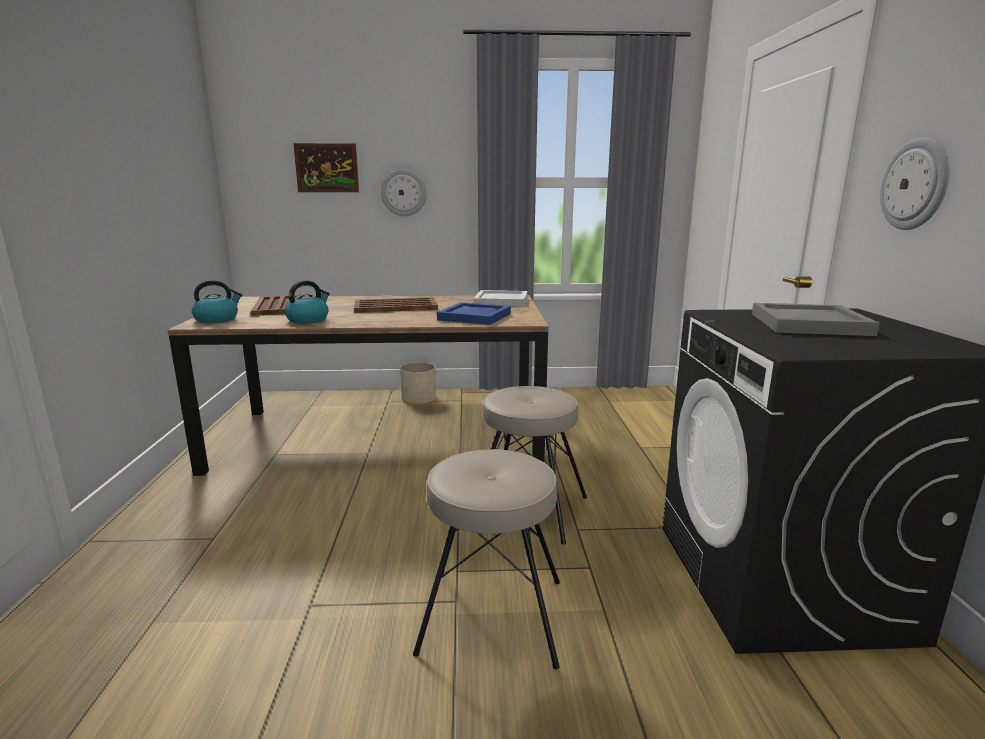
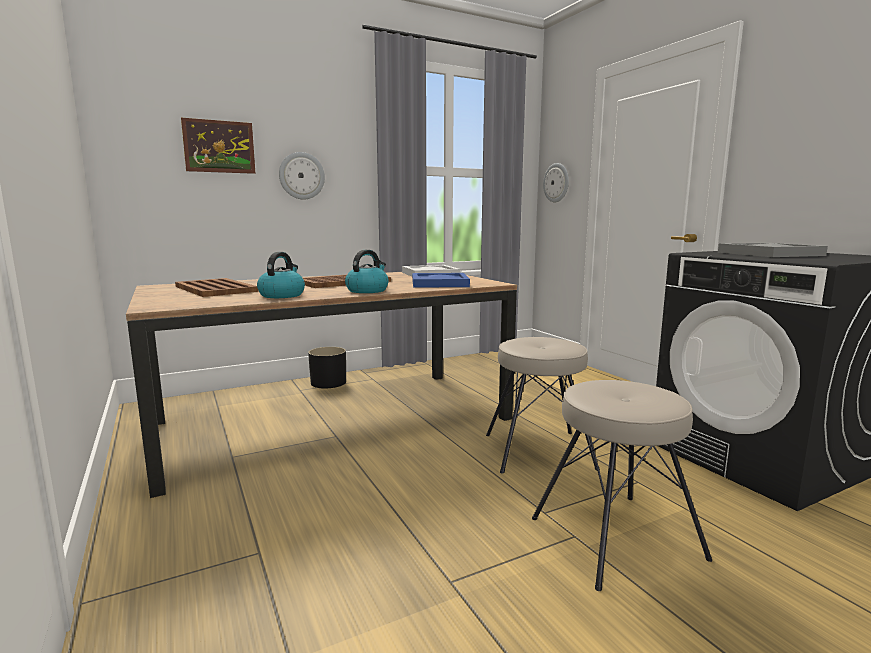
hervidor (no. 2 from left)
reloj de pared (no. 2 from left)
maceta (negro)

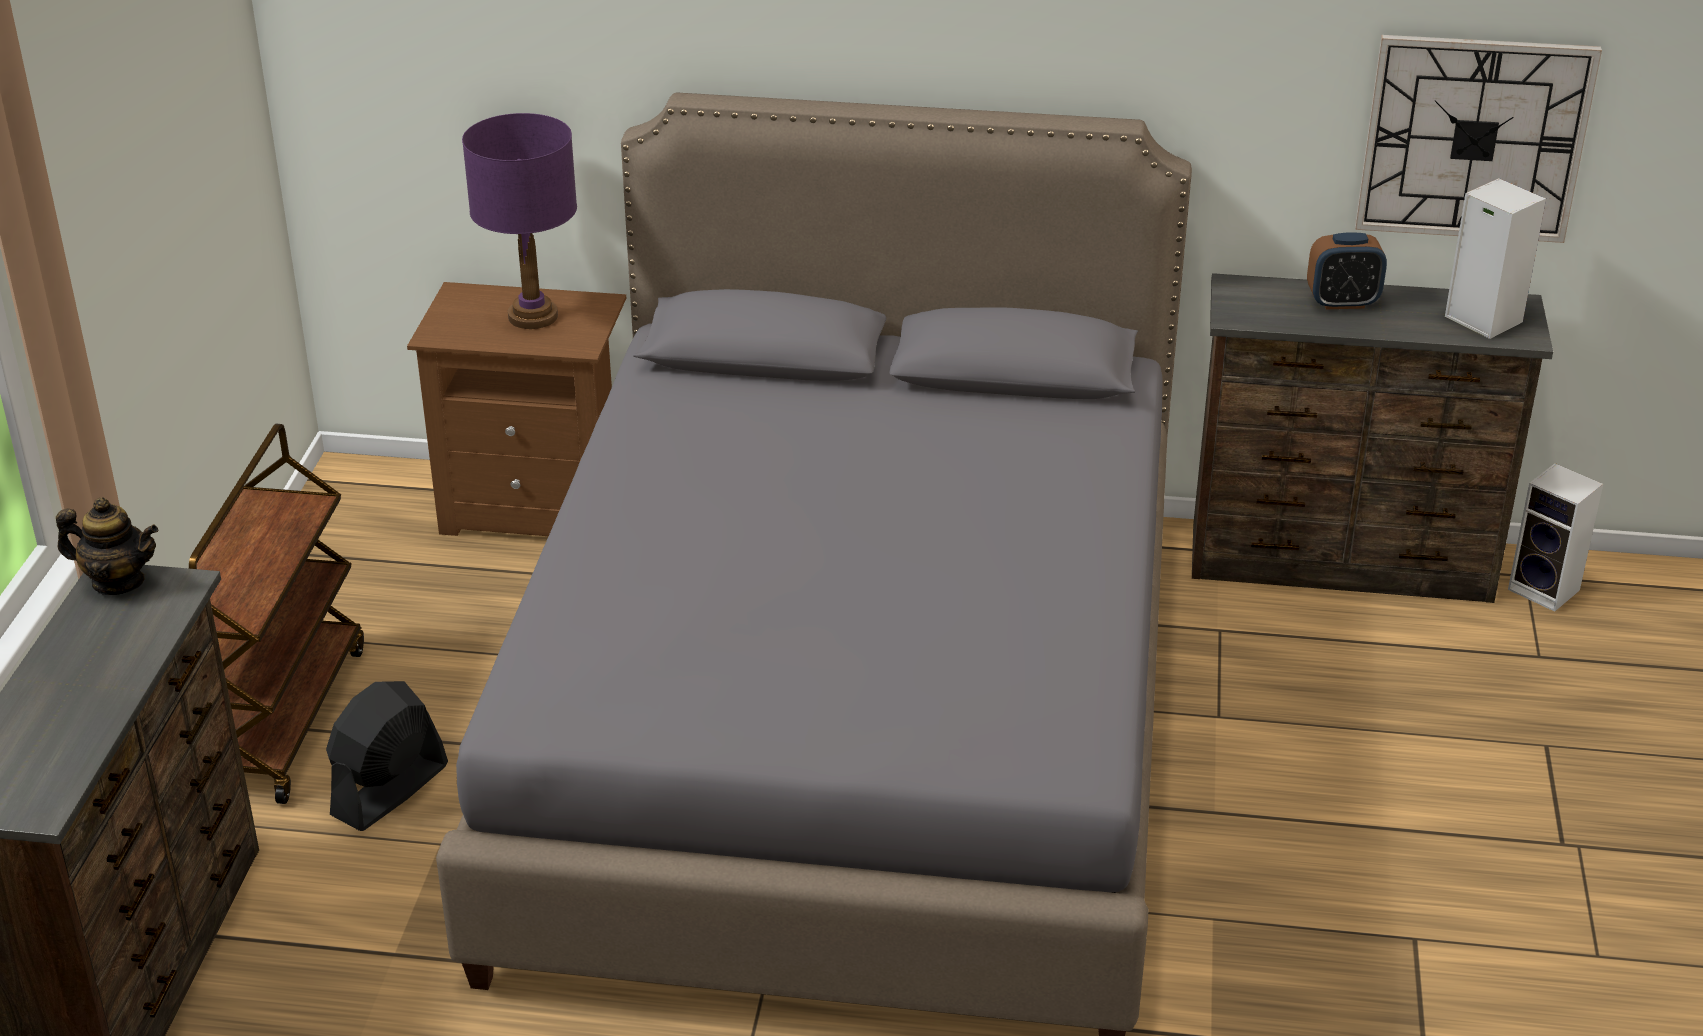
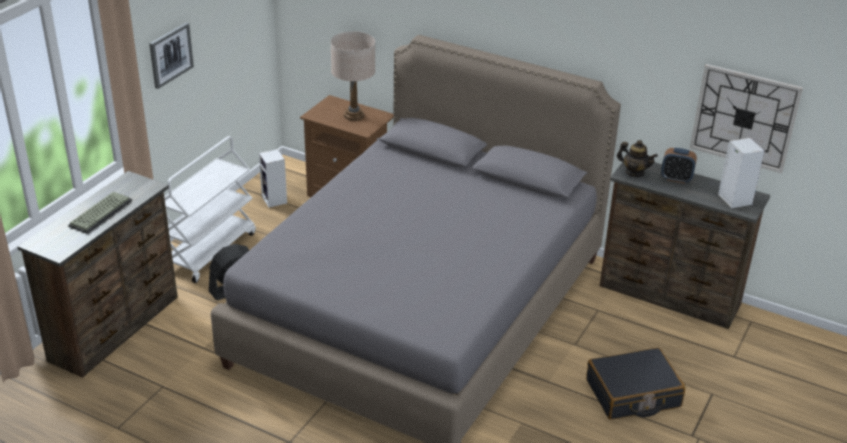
teclado
cuadro
maleta (negro)
tetera
altavoz (no. 1 from left)
carrito (blanco)
lámpara de mesa (beis)

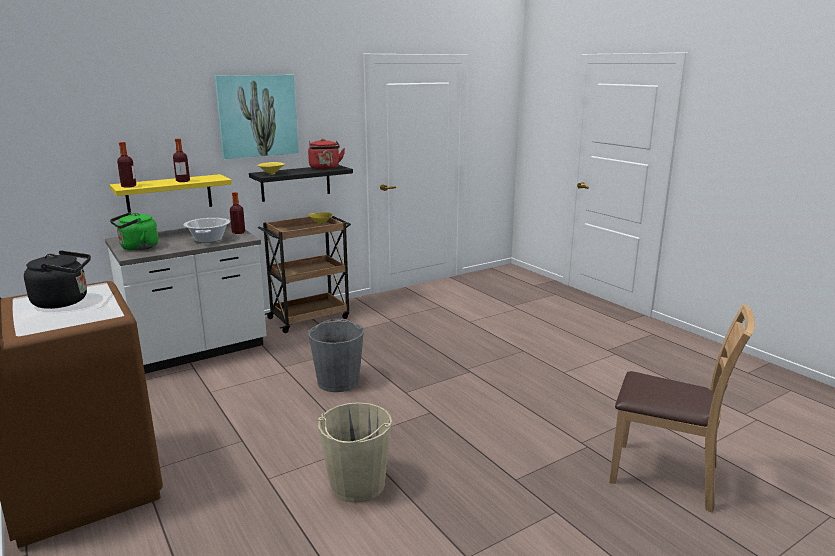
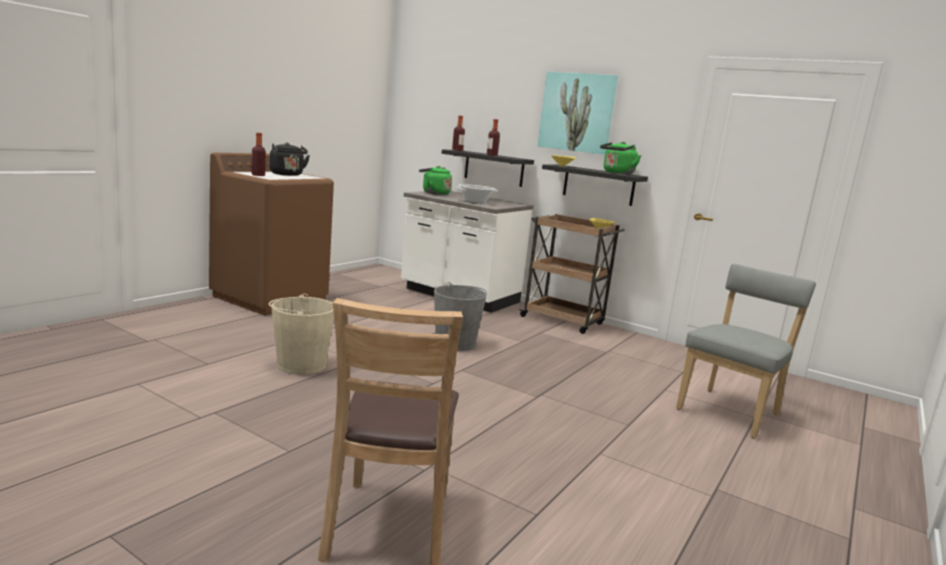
silla (gris)
botella (no. 1 from left)
estante (negro) (no. 1 from left)
hervidor (verde) (no. 2 from left)

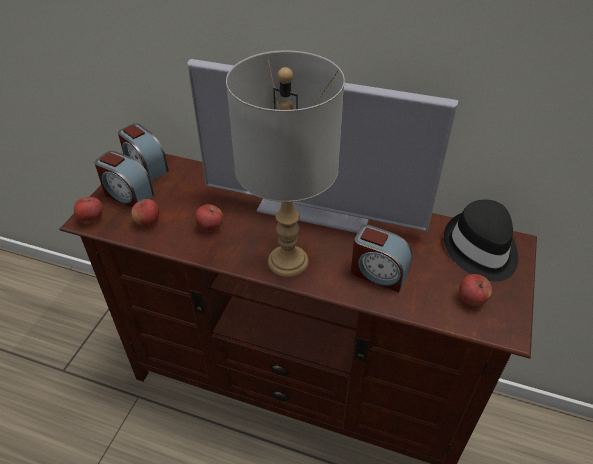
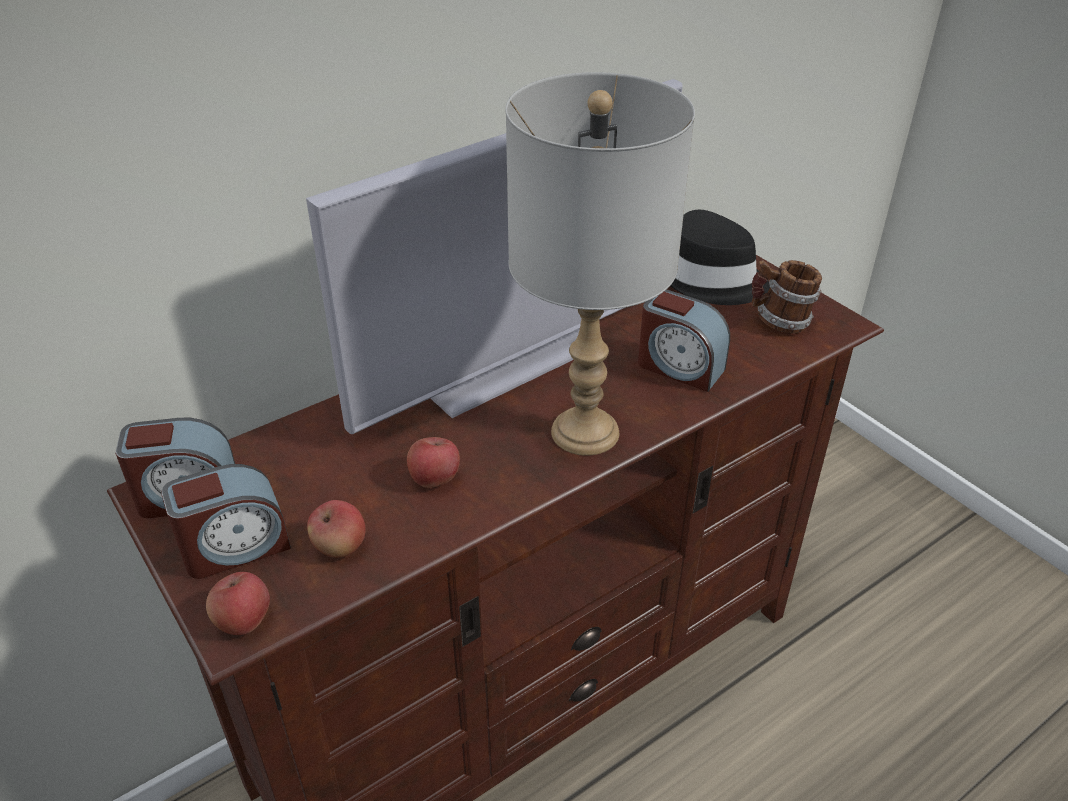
taza grande
despertador (no. 3 from left)

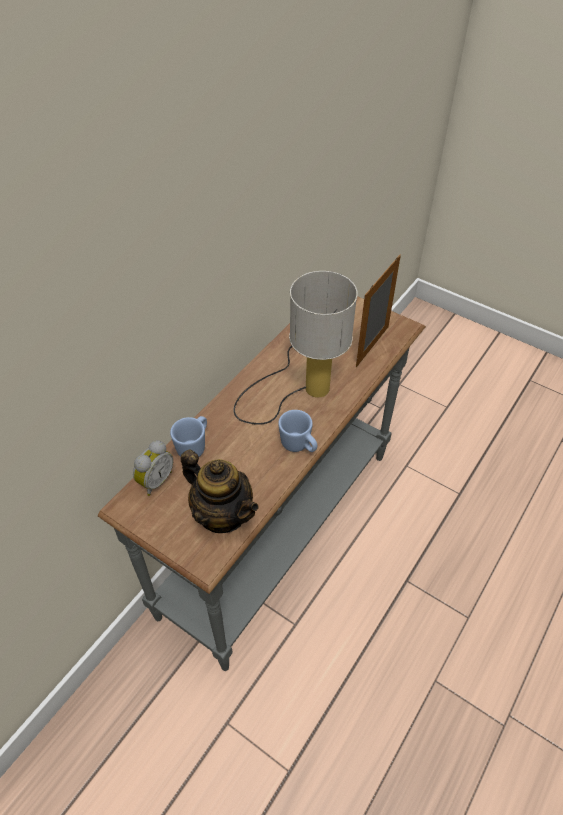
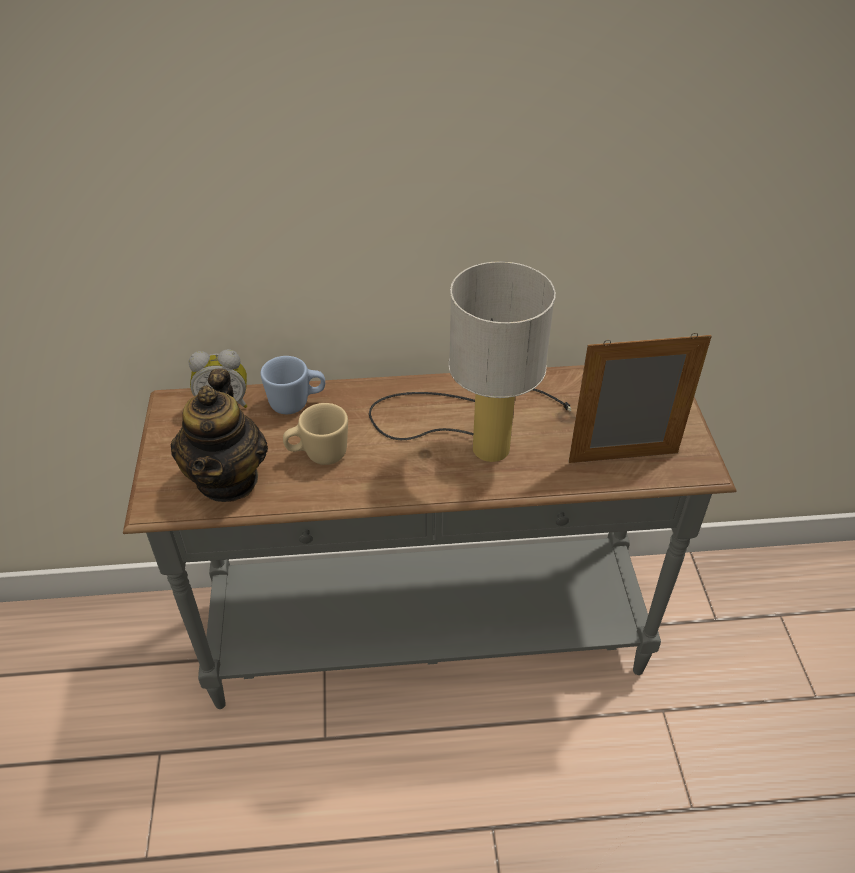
taza grande (azul) (no. 2 from left in the first image)
taza grande (beis)

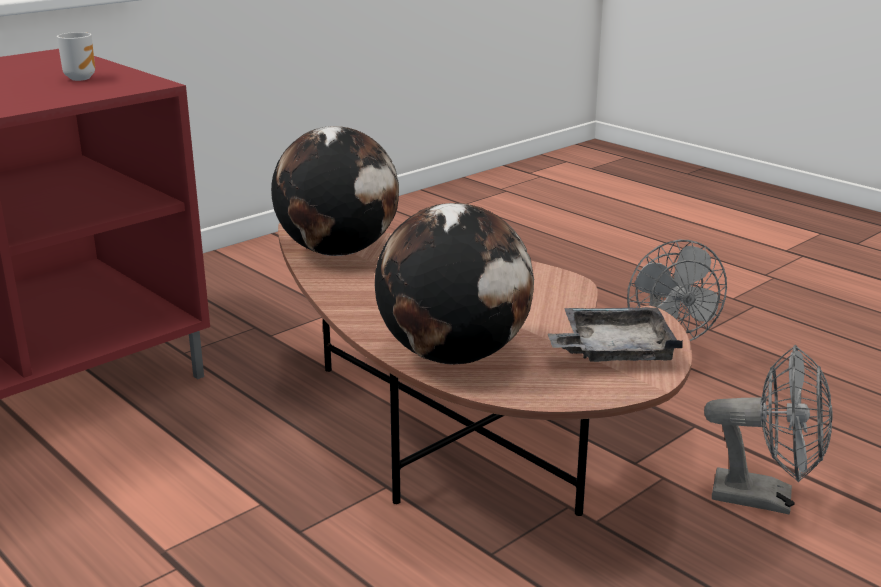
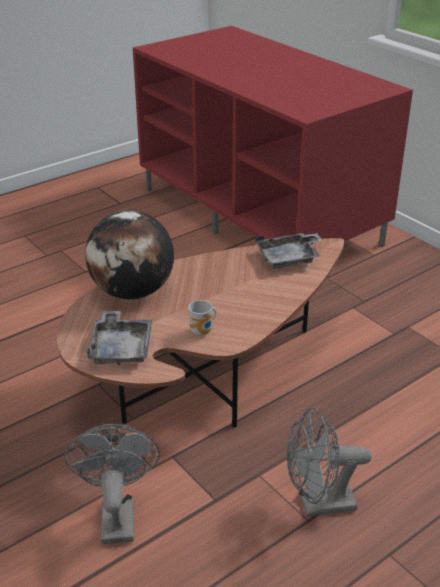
taza grande
bandeja (gris) (no. 2 from left)
ventilador (gris) (no. 1 from left)

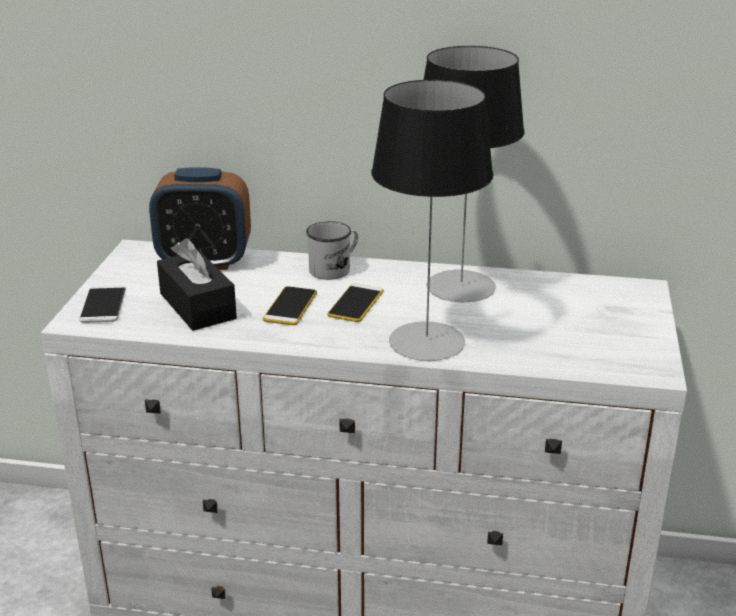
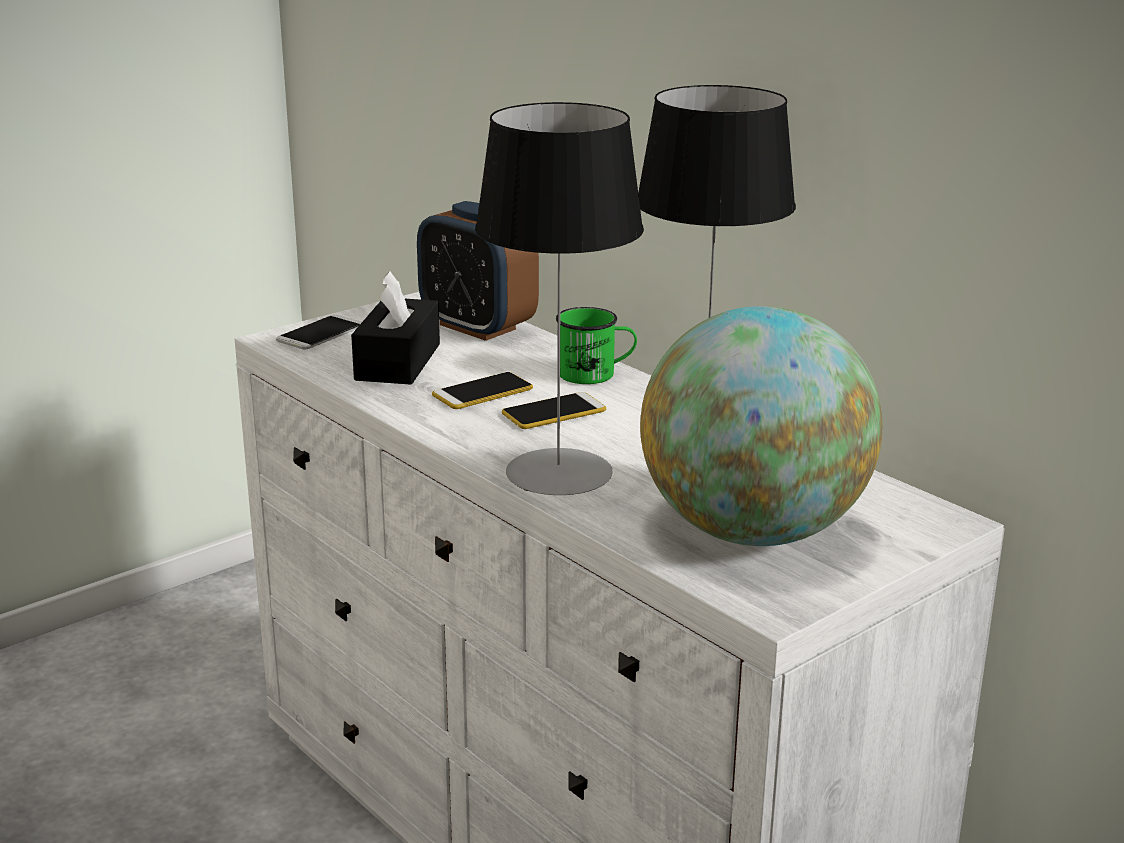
globo terráqueo
taza grande (verde)

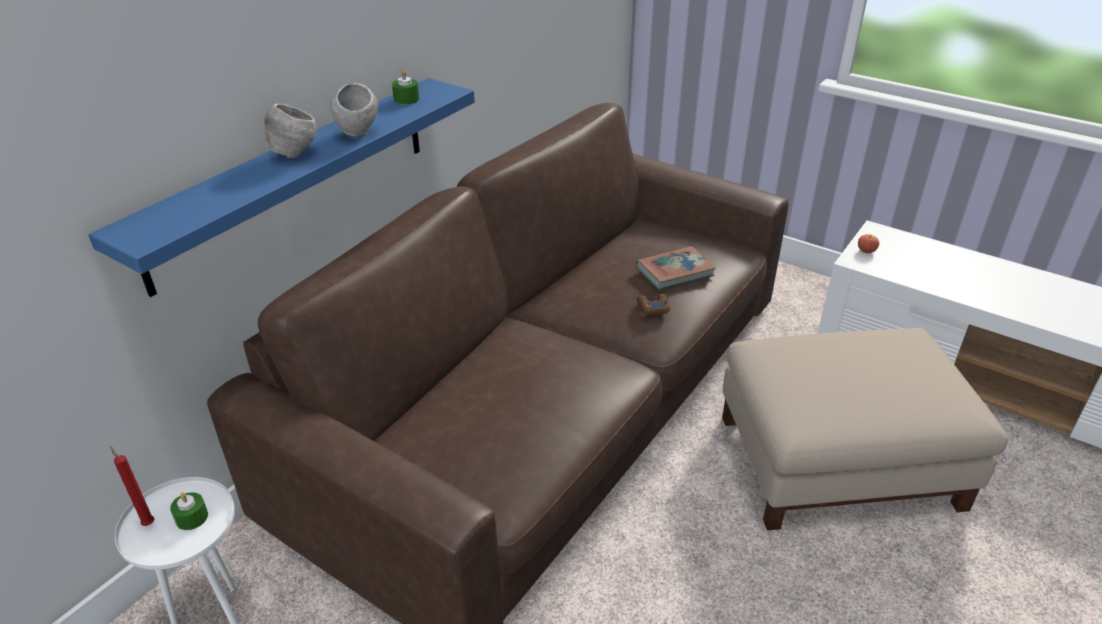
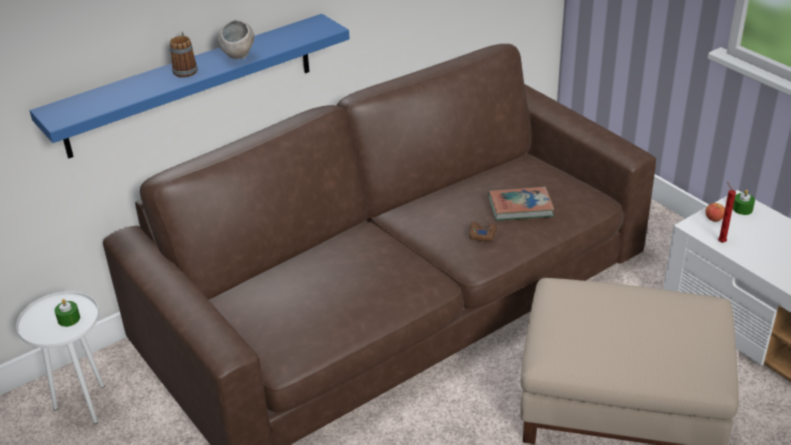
vela (rojo)
vela (verde) (no. 2 from left)
taza grande

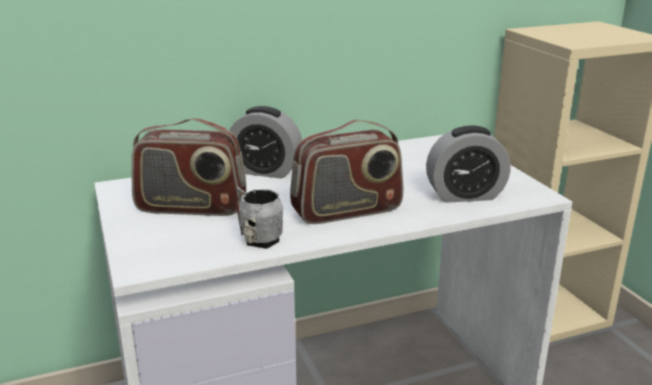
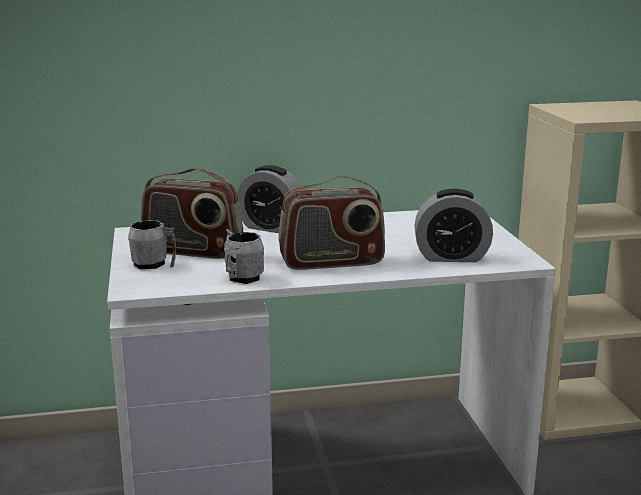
taza grande (gris) (no. 1 from left)

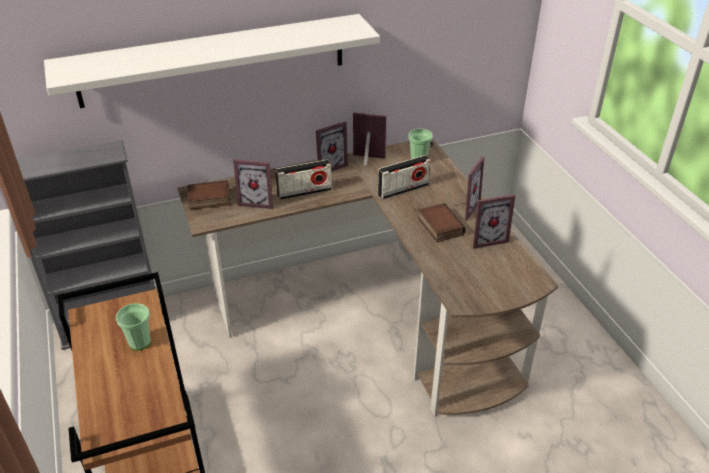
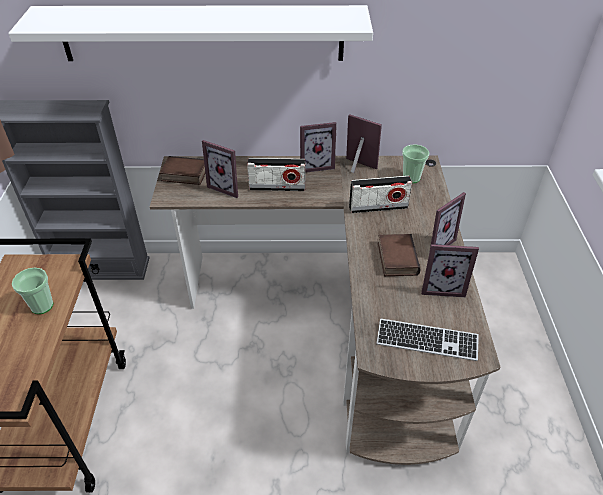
teclado

